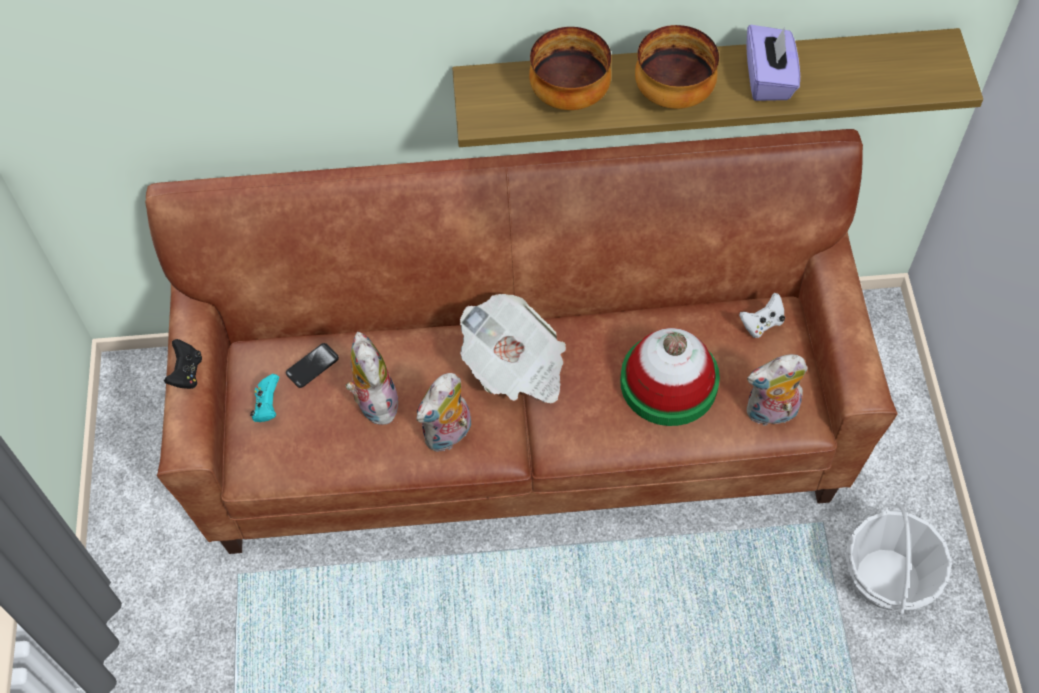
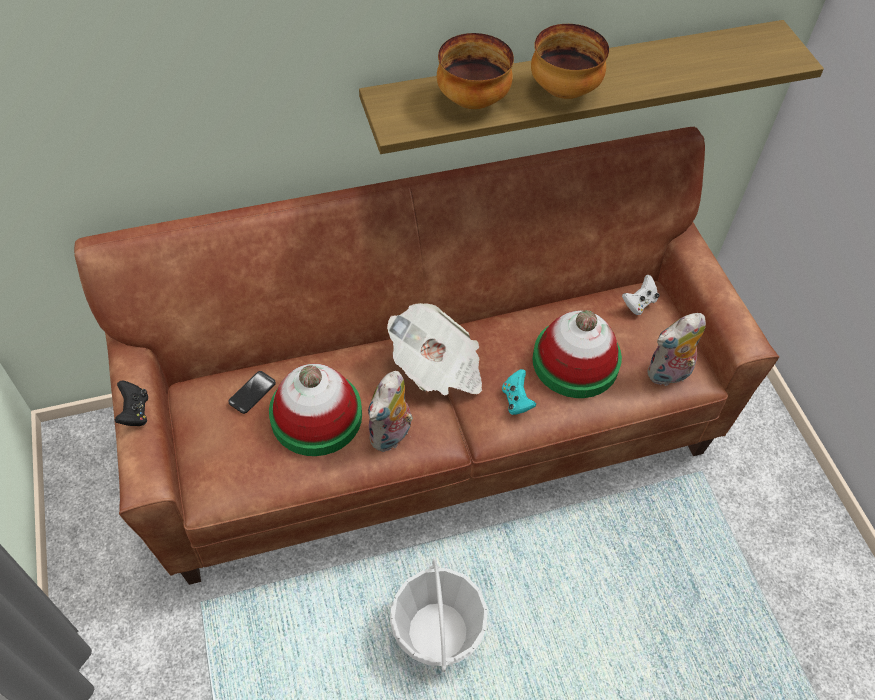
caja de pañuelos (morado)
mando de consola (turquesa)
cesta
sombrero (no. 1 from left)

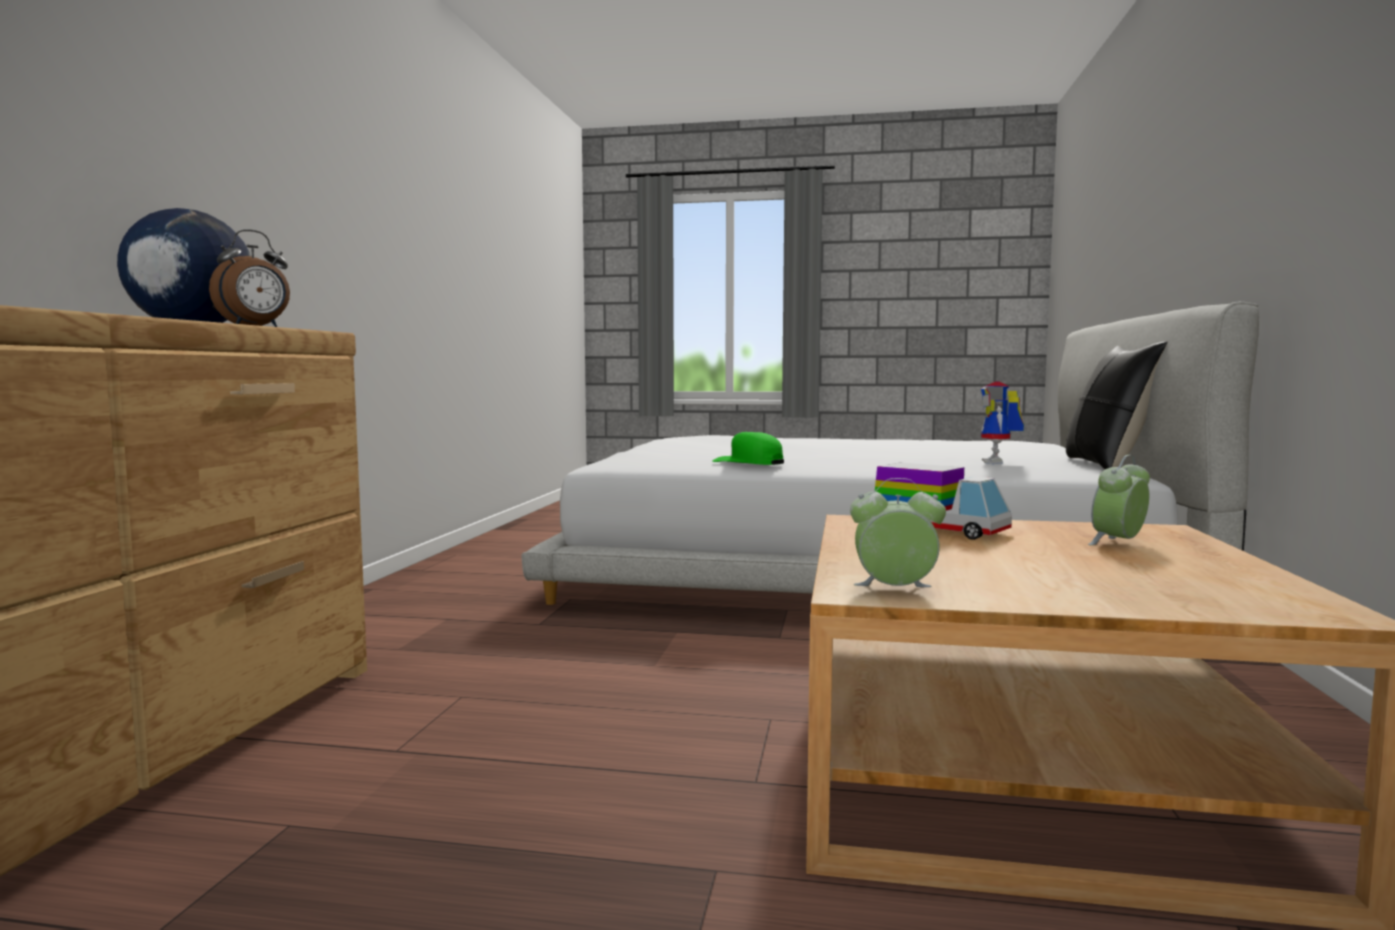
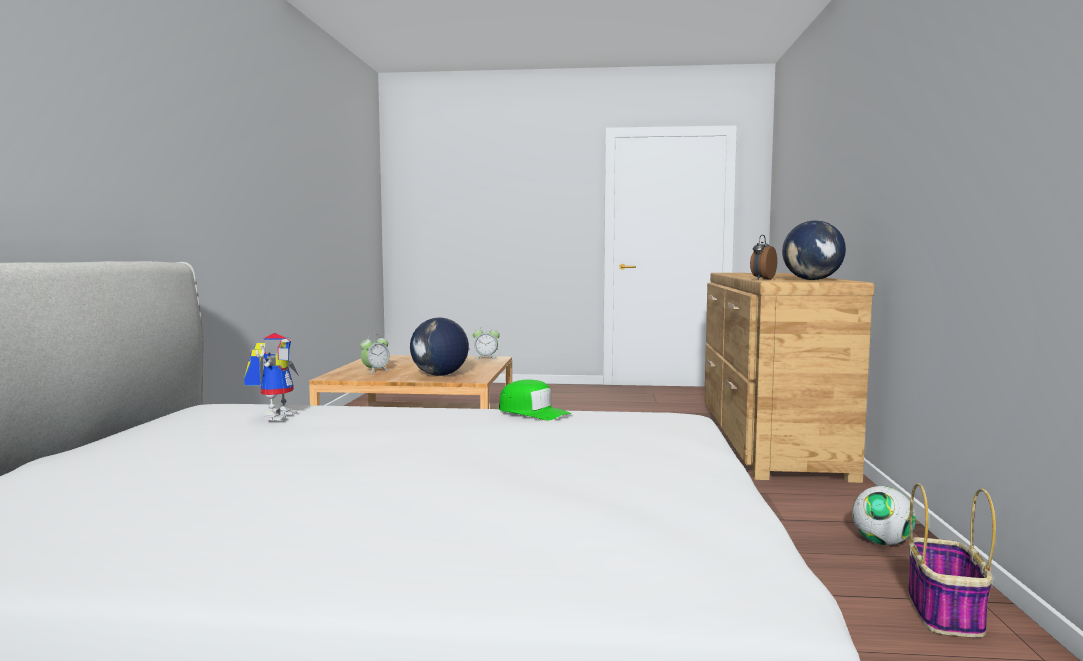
cojín (negro)
balón de fútbol
cesta
globo terráqueo (no. 1 from left)

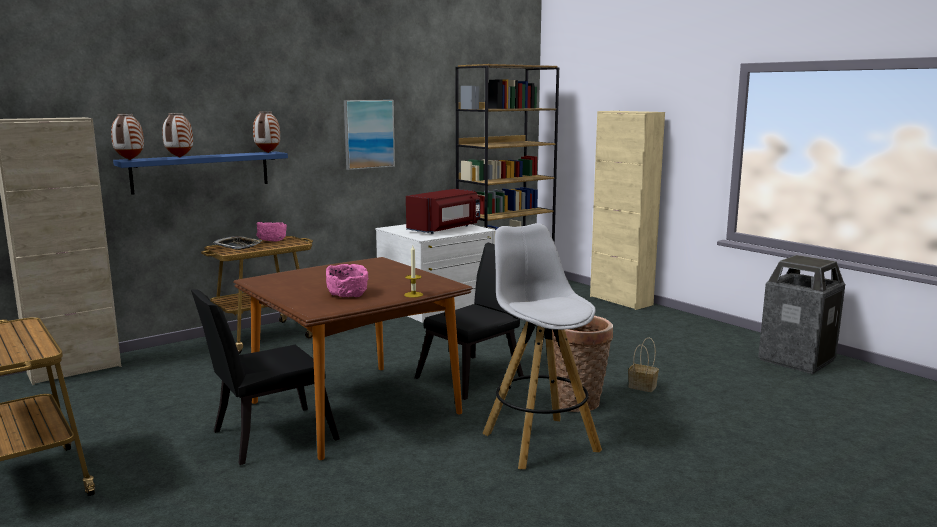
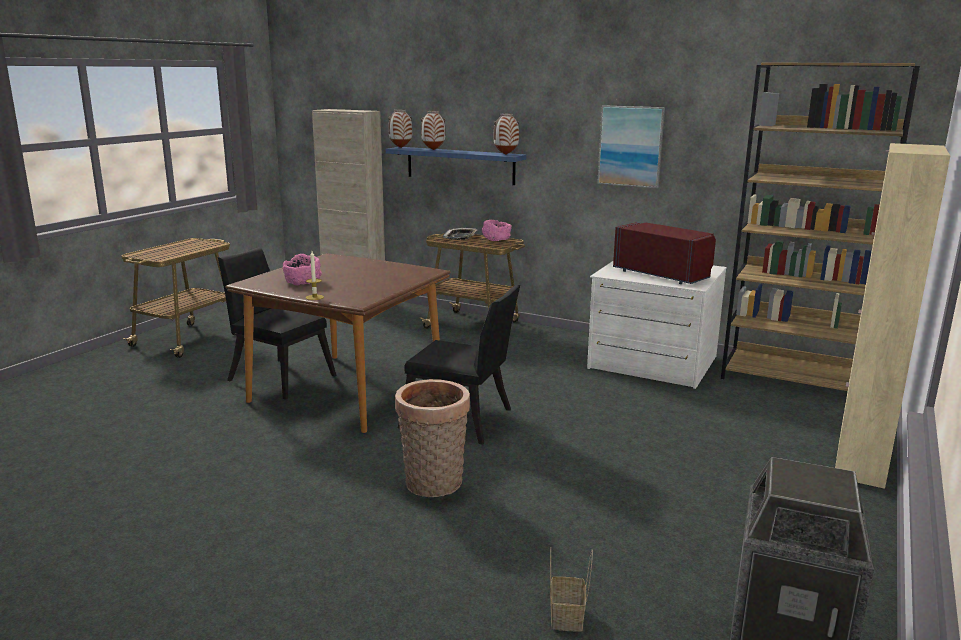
taburete (blanco)
cesta (no. 2 from left)
microondas (rojo)

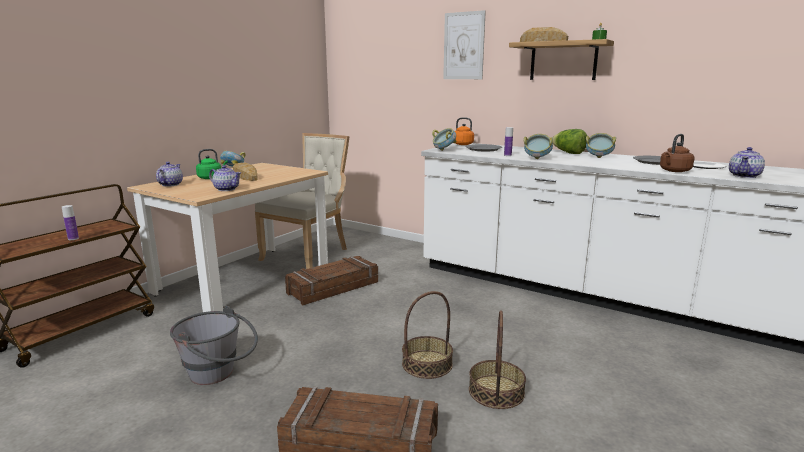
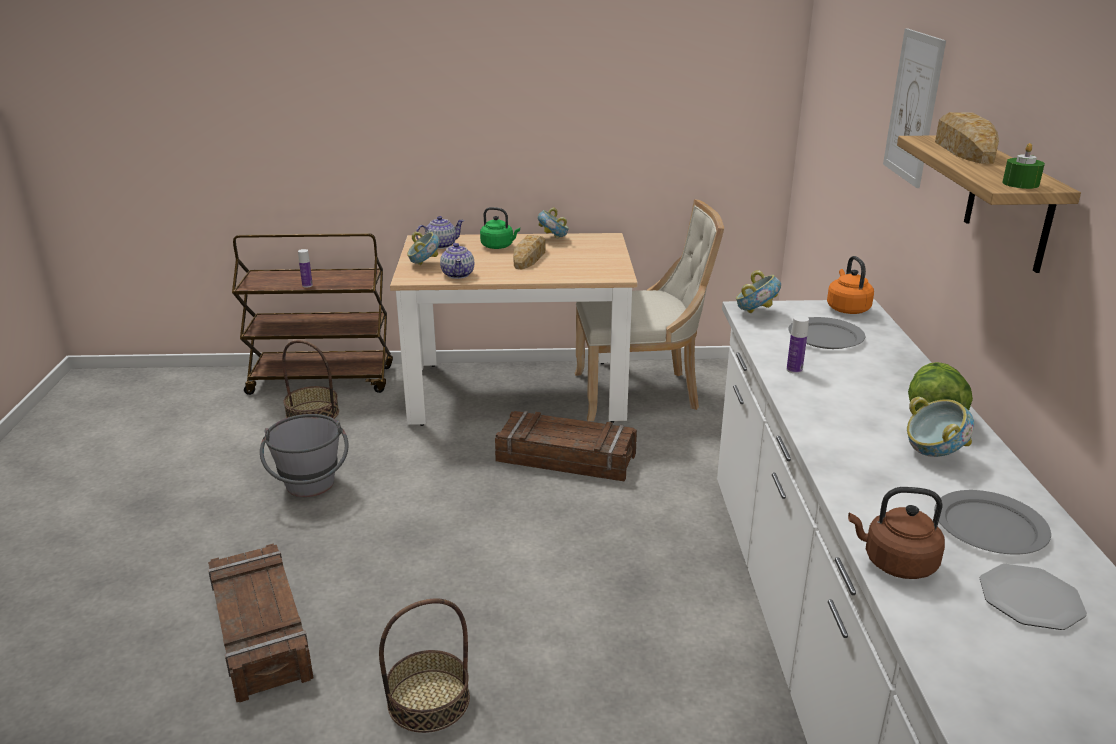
tetera (no. 3 from left in the first image)
cesta (no. 1 from left)
cuenco (no. 1 from left)

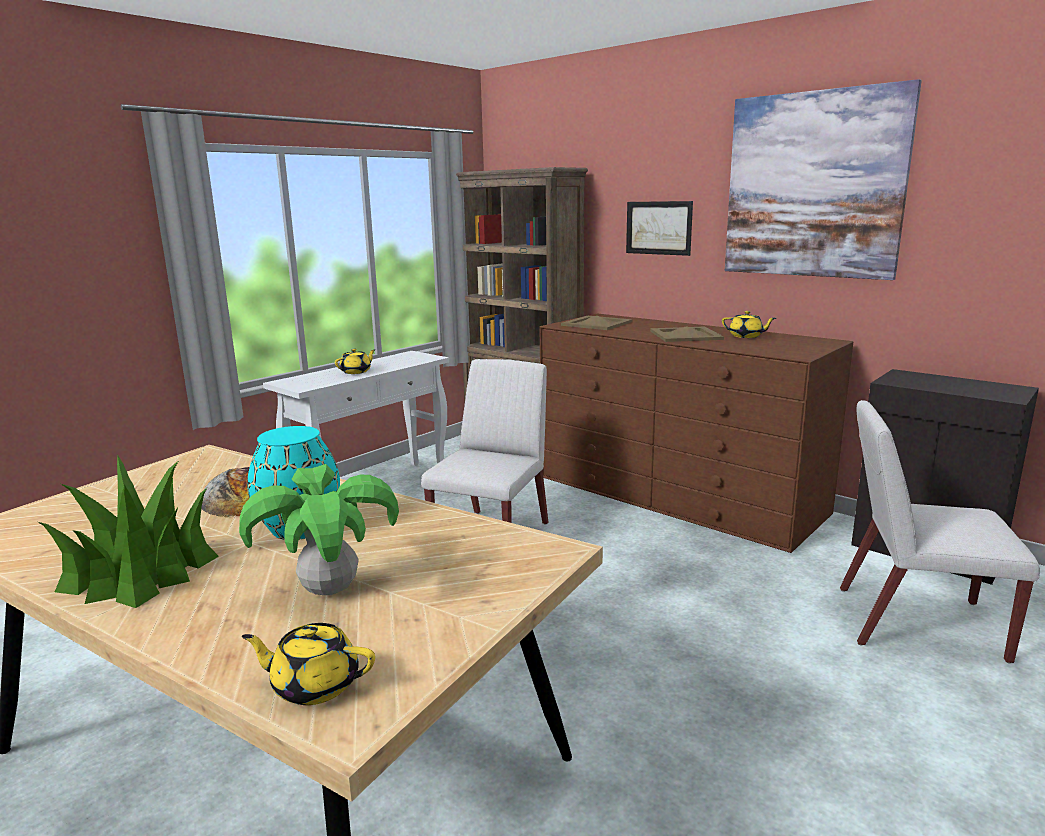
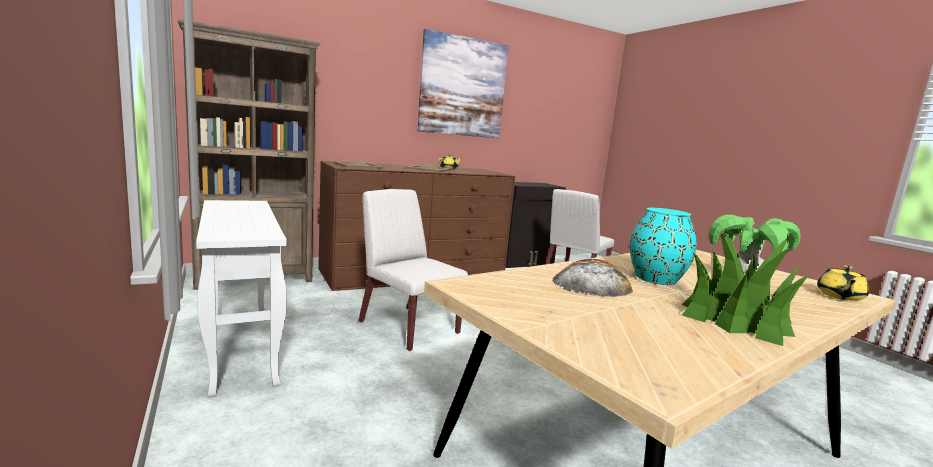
tetera (amarillo) (no. 2 from left in the first image)
cuadro (no. 1 from left in the first image)

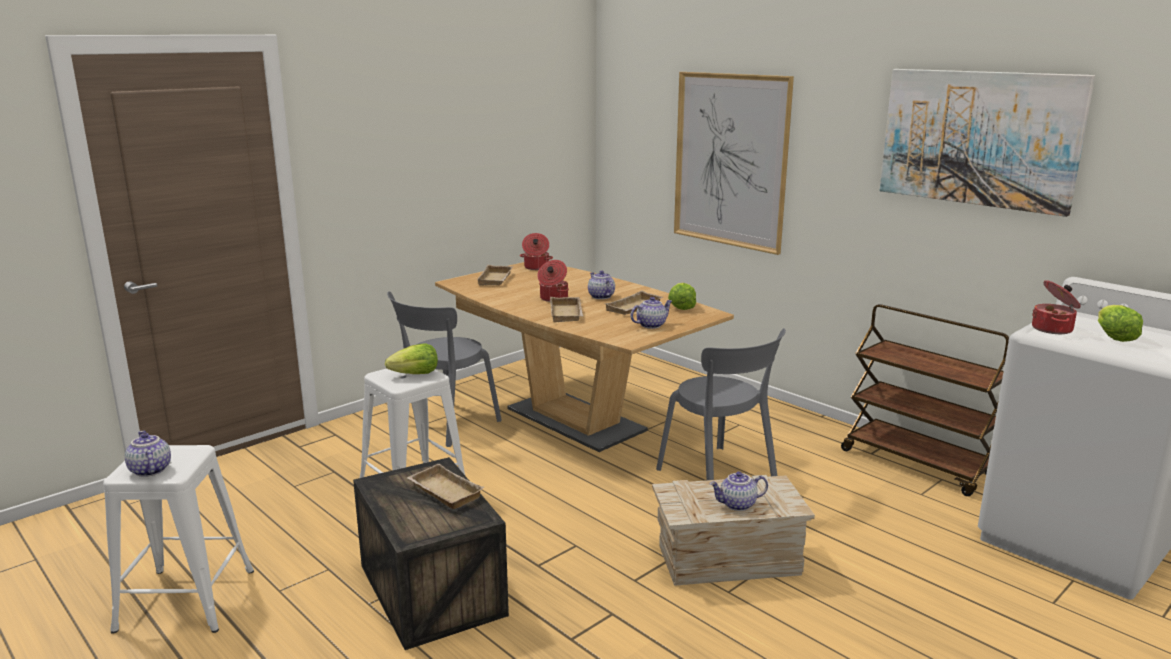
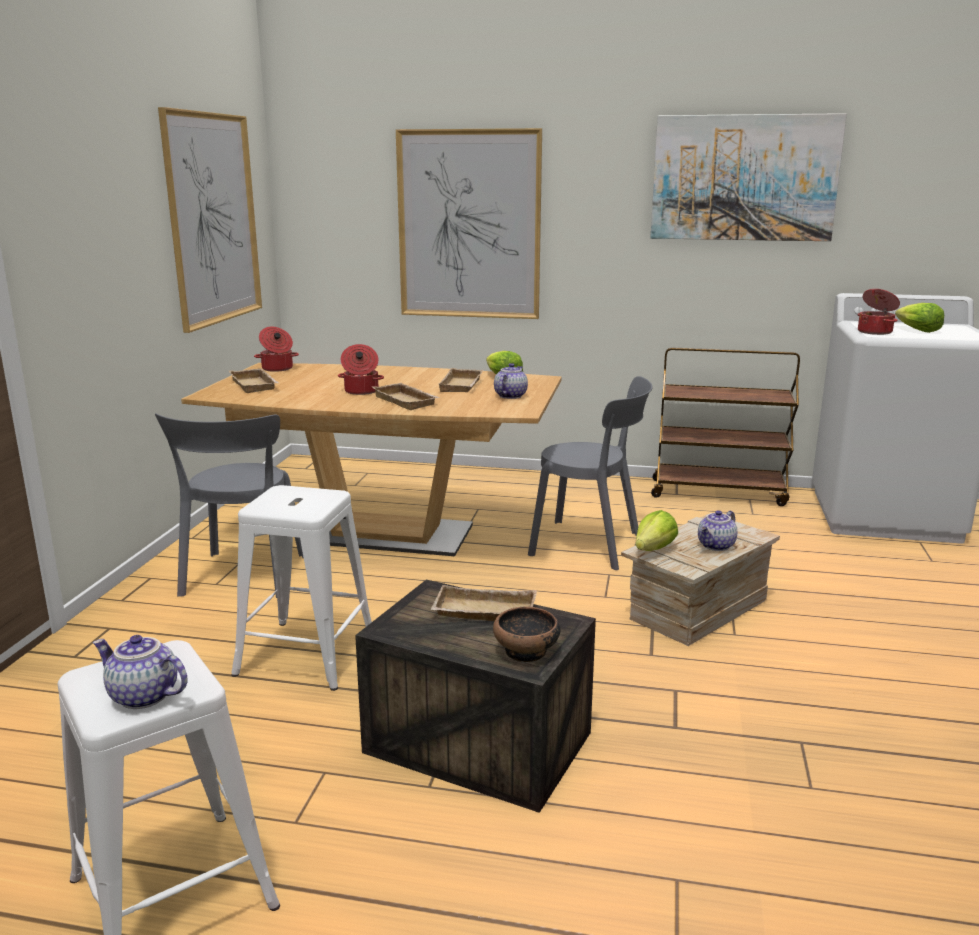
tetera (no. 2 from left in the first image)
cuadro (no. 1 from left)
cuenco
lechuga (no. 2 from left)

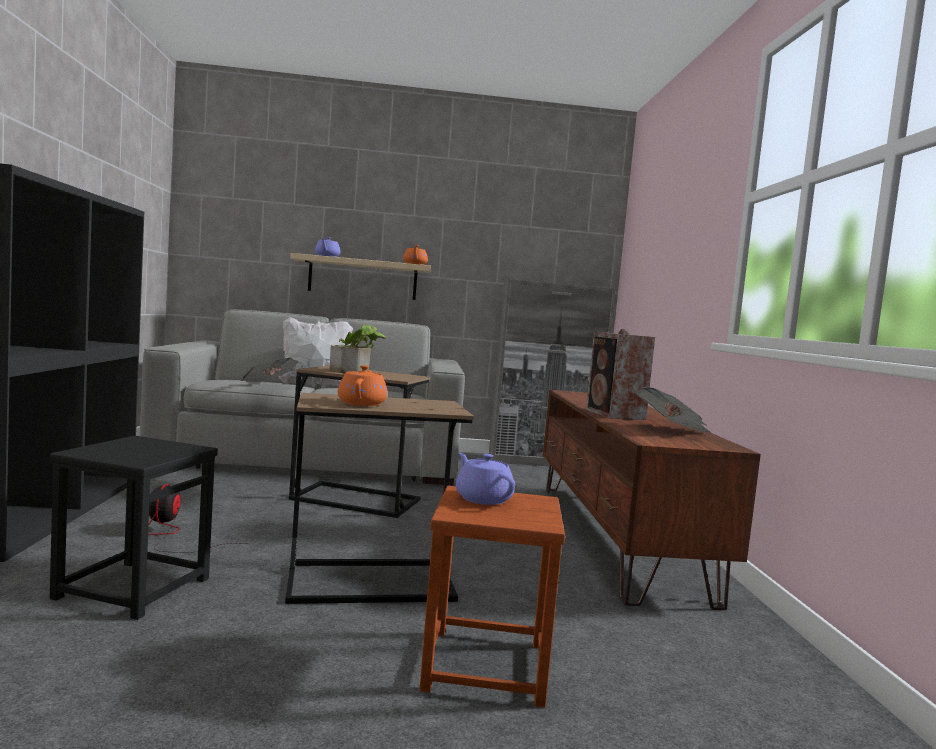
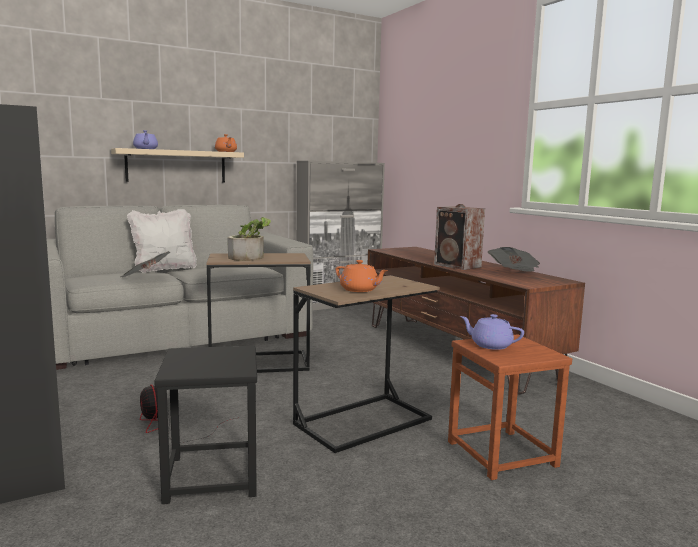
tetera (naranja) (no. 2 from left)

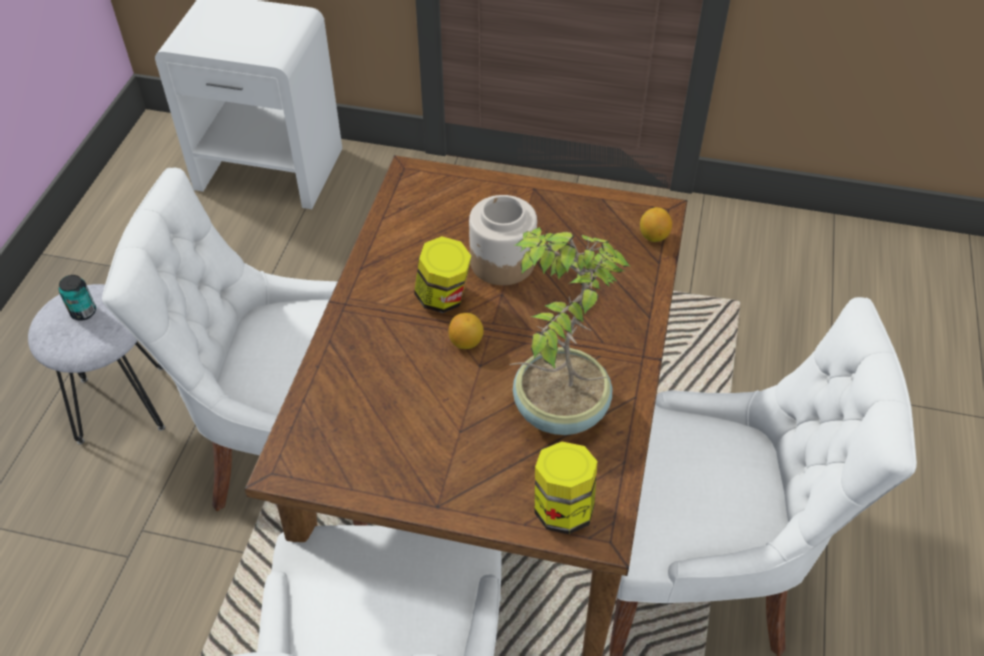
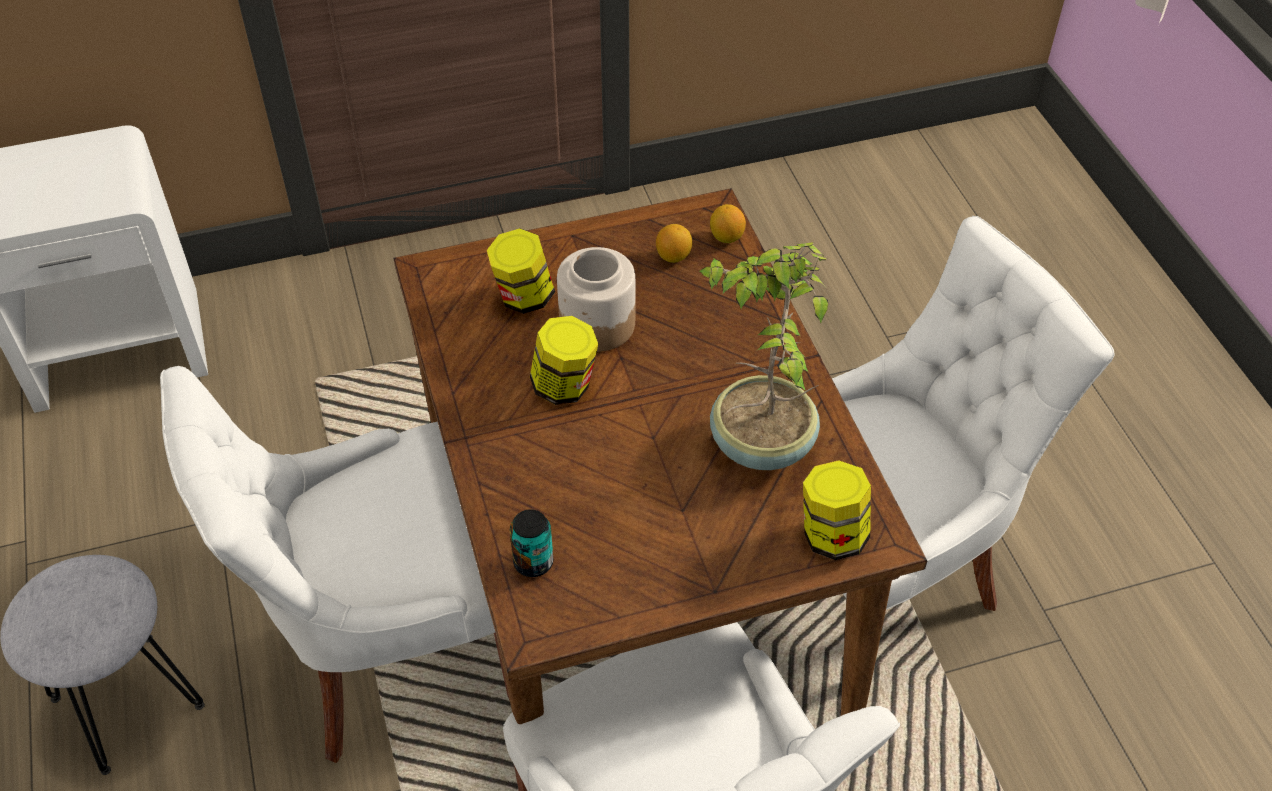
tarro (no. 1 from left)
lata
limón (no. 1 from left)

